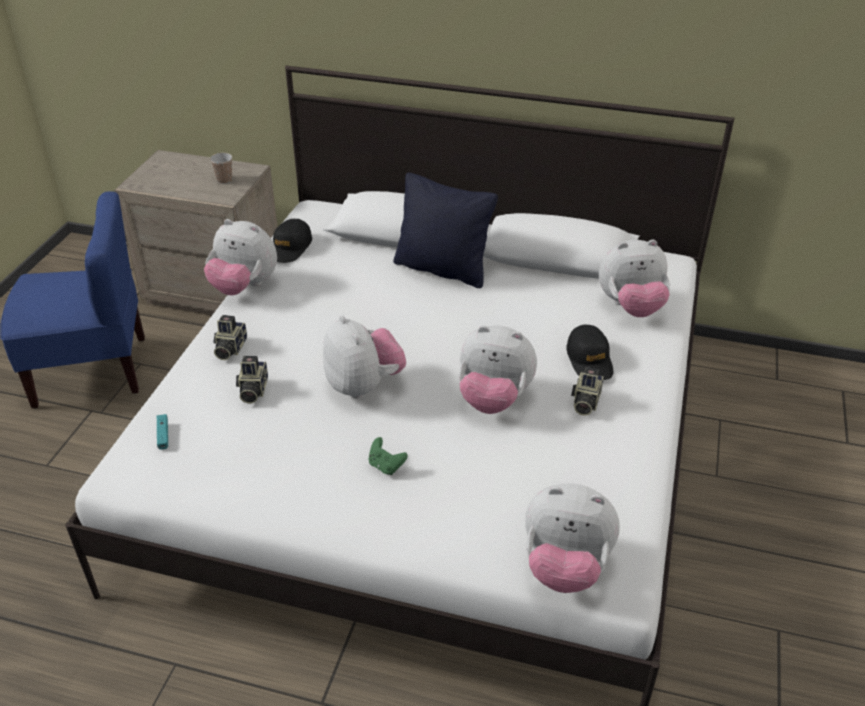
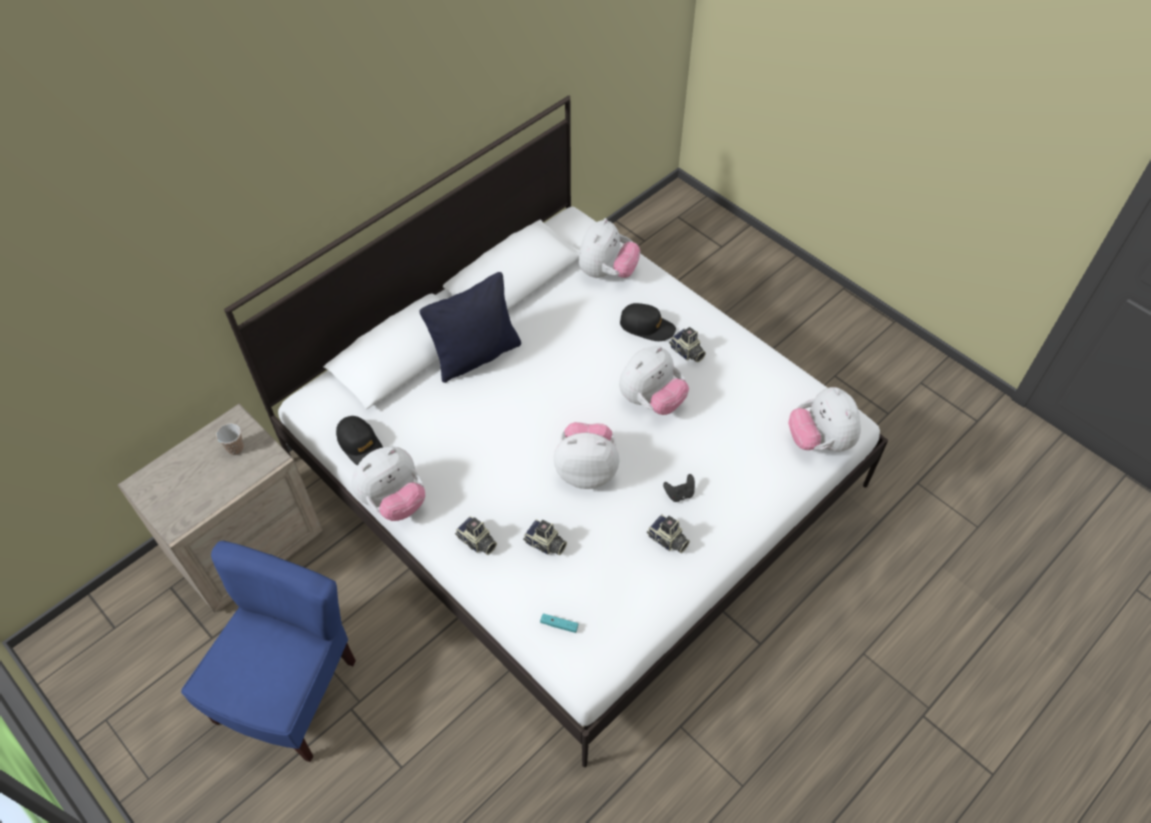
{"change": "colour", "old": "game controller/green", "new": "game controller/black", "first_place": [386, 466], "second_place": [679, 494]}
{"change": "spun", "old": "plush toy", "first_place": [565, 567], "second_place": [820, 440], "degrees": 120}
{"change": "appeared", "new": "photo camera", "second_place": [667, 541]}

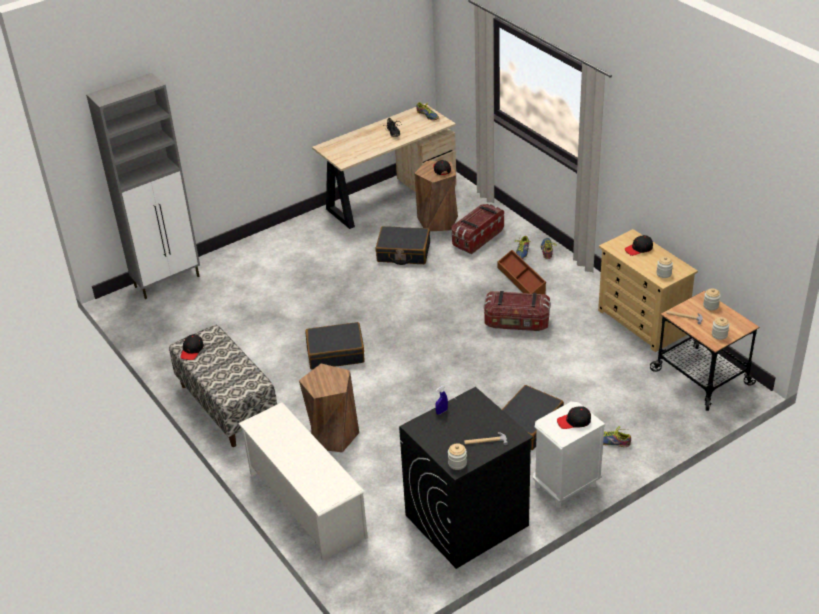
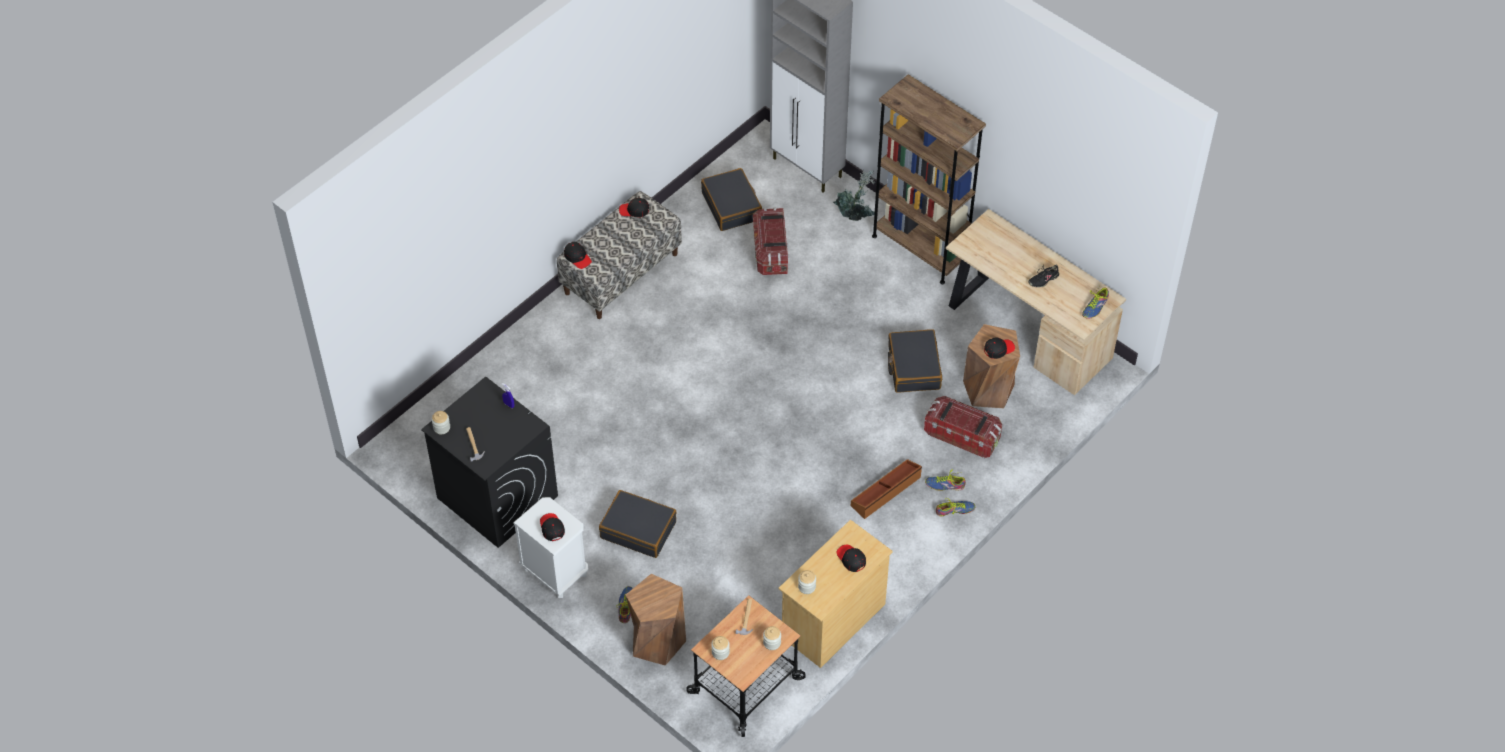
{"change": "missing", "old": "shoe rack/white", "first_place": [306, 504]}
{"change": "relocated", "old": "stool/brown", "first_place": [332, 435], "second_place": [657, 641]}
{"change": "relocated", "old": "suitcase/black", "first_place": [335, 353], "second_place": [732, 206]}
{"change": "relocated", "old": "storage box", "first_place": [517, 323], "second_place": [770, 251]}
{"change": "appeared", "new": "cap/black", "second_place": [577, 257]}
{"change": "appeared", "new": "potted plant", "second_place": [855, 215]}
{"change": "appeared", "new": "bookcase/brown", "second_place": [919, 248]}

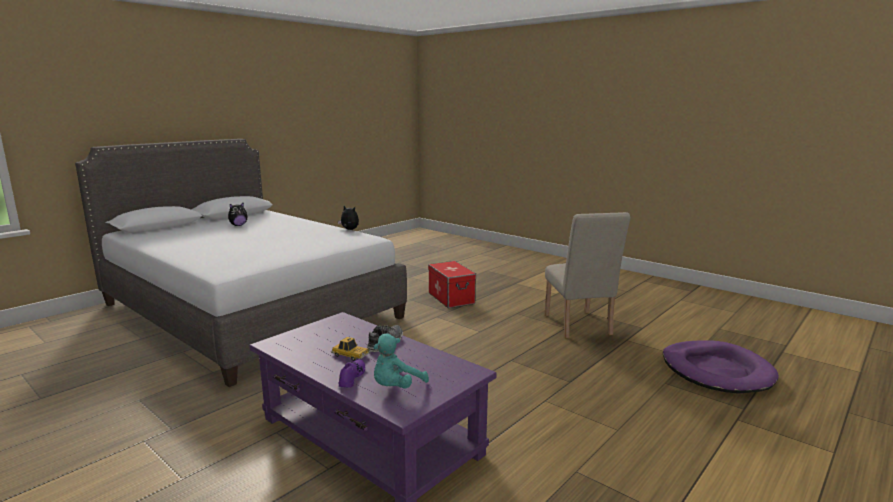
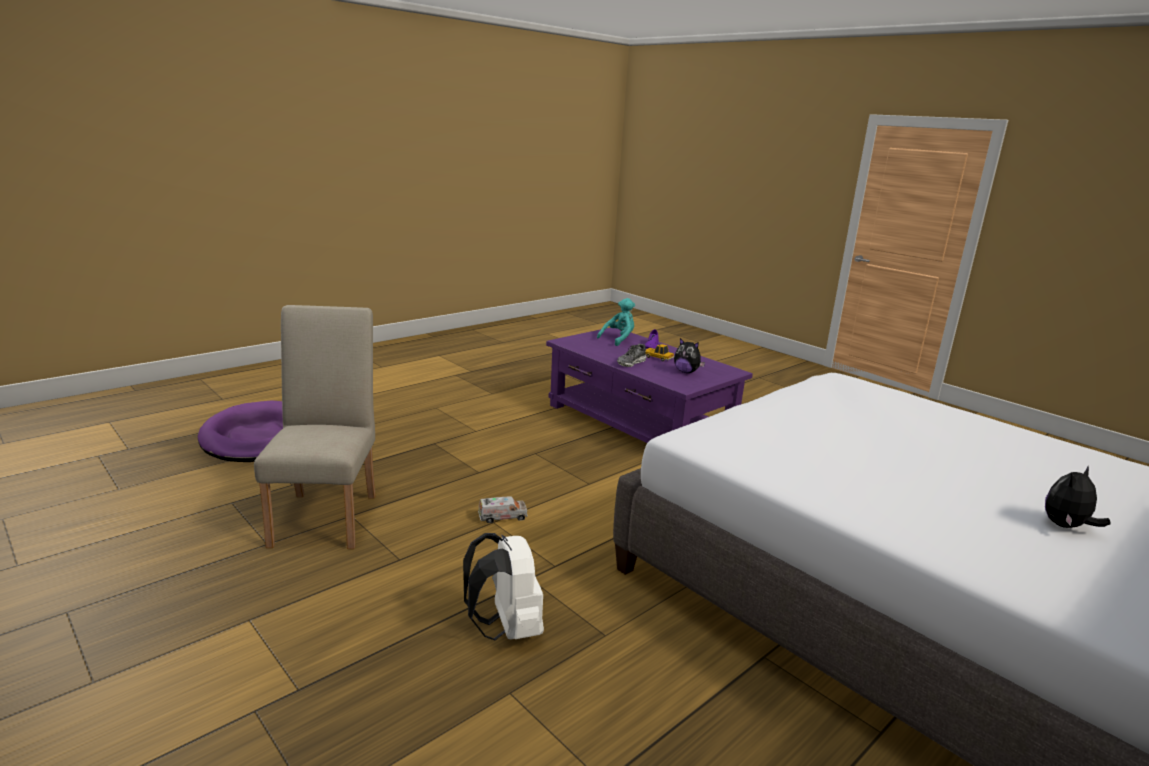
{"change": "relocated", "old": "plush toy", "first_place": [349, 230], "second_place": [686, 372]}
{"change": "exchanged", "old": "storage box", "new": "backpack/white", "first_place": [451, 298], "second_place": [506, 629]}
{"change": "appeared", "new": "toy truck", "second_place": [502, 517]}

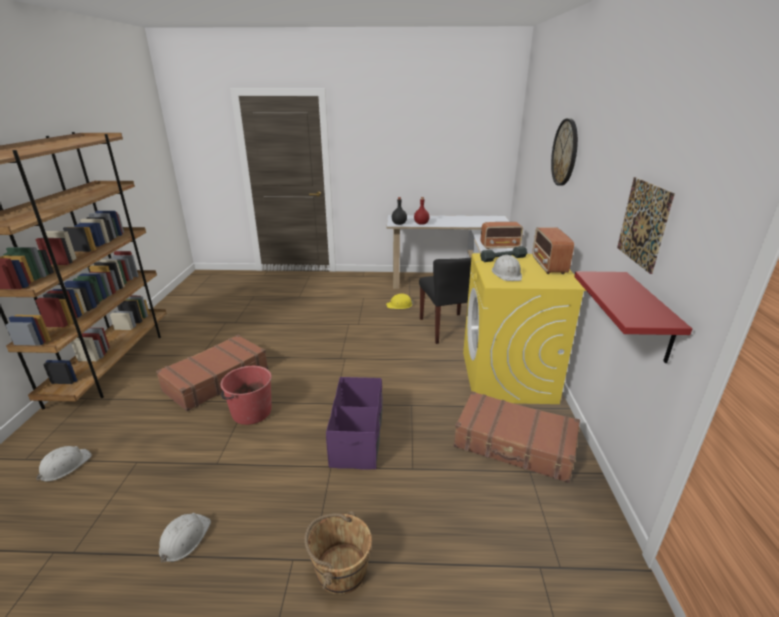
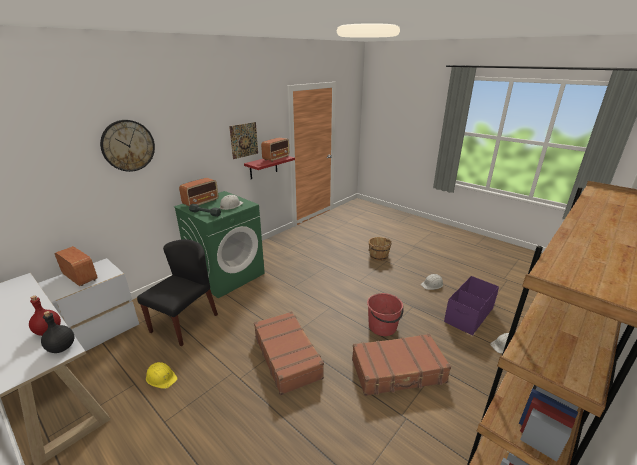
{"change": "relocated", "old": "storage box/purple", "first_place": [358, 437], "second_place": [468, 315]}
{"change": "relocated", "old": "suitcase/brown", "first_place": [514, 445], "second_place": [287, 356]}
{"change": "colour", "old": "washing machine/yellow", "new": "washing machine/green", "first_place": [508, 377], "second_place": [227, 275]}
{"change": "appeared", "new": "radio", "second_place": [276, 158]}

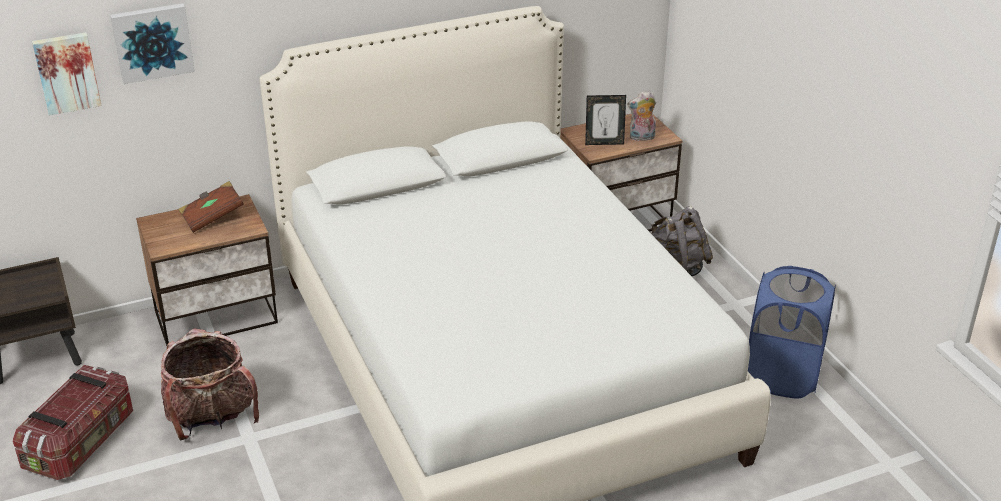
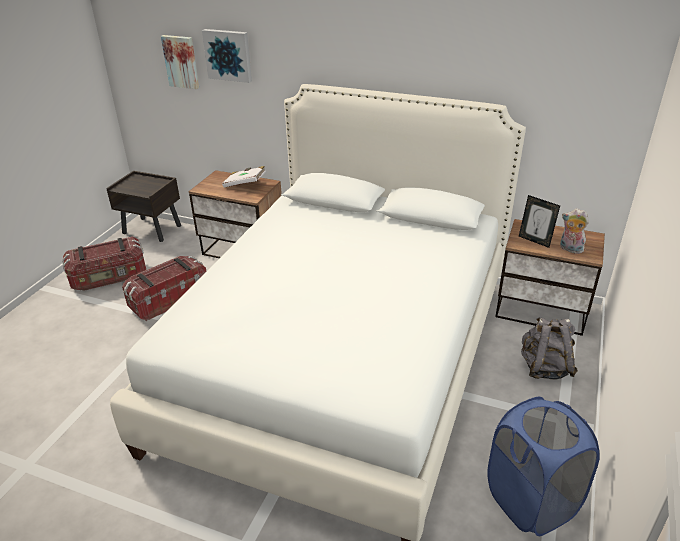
{"change": "exchanged", "old": "backpack", "new": "storage box", "first_place": [212, 419], "second_place": [168, 299]}
{"change": "colour", "old": "book/brown", "new": "book/white", "first_place": [212, 217], "second_place": [245, 184]}

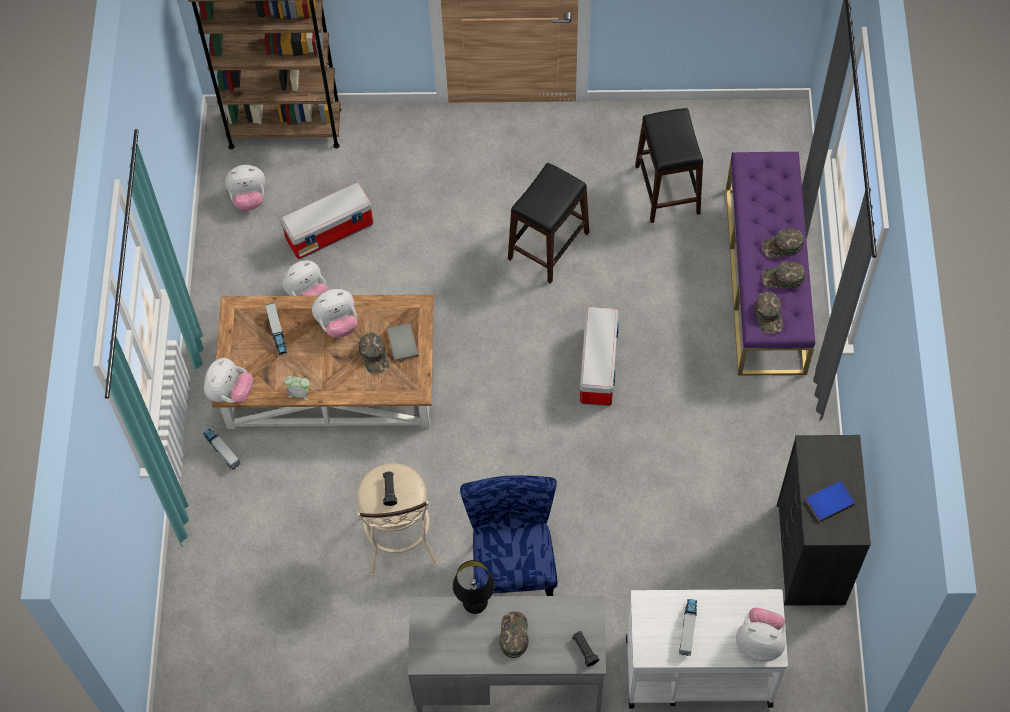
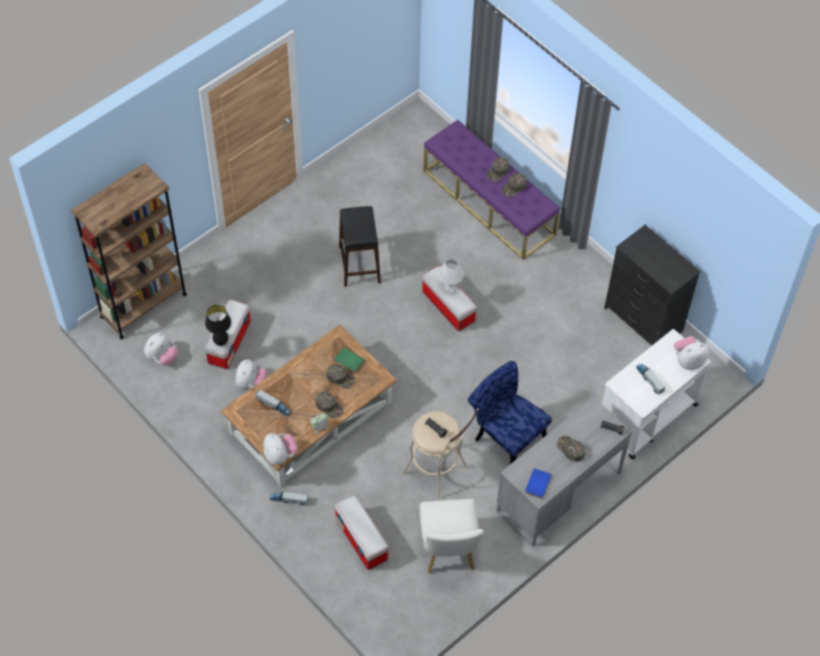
{"change": "missing", "old": "plush toy", "first_place": [337, 323]}
{"change": "colour", "old": "book/grey", "new": "book/green", "first_place": [401, 343], "second_place": [348, 361]}
{"change": "relocated", "old": "table lamp/black", "first_place": [475, 606], "second_place": [221, 342]}
{"change": "missing", "old": "stool/black", "first_place": [667, 189]}
{"change": "relocated", "old": "cap/green", "first_place": [769, 315], "second_place": [329, 406]}
{"change": "relocated", "old": "book/blue", "first_place": [828, 501], "second_place": [537, 484]}
{"change": "appeared", "new": "storage box", "second_place": [362, 540]}
{"change": "appeared", "new": "chair/white", "second_place": [448, 552]}
{"change": "appeared", "new": "table lamp/white", "second_place": [449, 288]}

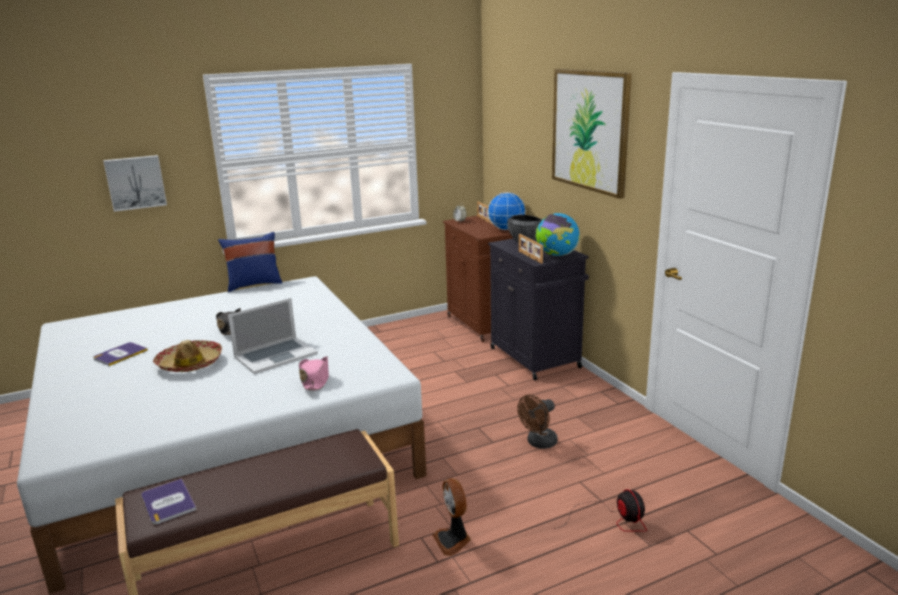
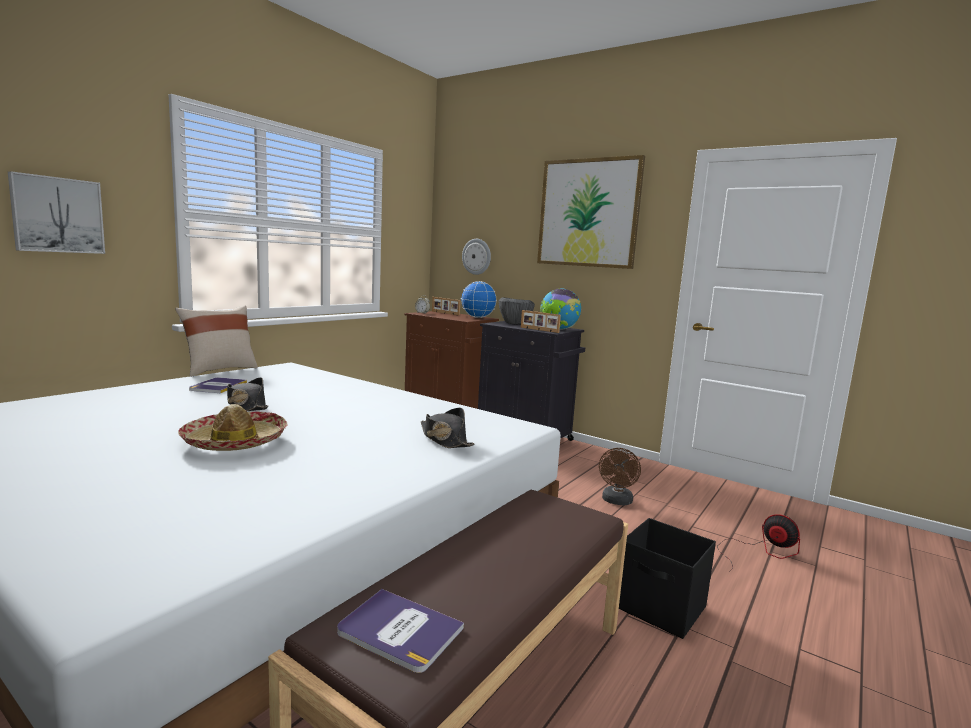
{"change": "relocated", "old": "book", "first_place": [120, 354], "second_place": [218, 386]}
{"change": "colour", "old": "pillow/blue", "new": "pillow/beige", "first_place": [254, 284], "second_place": [219, 370]}
{"change": "missing", "old": "laptop", "first_place": [275, 355]}
{"change": "colour", "old": "hat/pink", "new": "hat/black", "first_place": [315, 379], "second_place": [444, 439]}
{"change": "exchanged", "old": "fan", "new": "storage box/black", "first_place": [453, 540], "second_place": [661, 608]}
{"change": "appeared", "new": "wall clock", "second_place": [477, 256]}

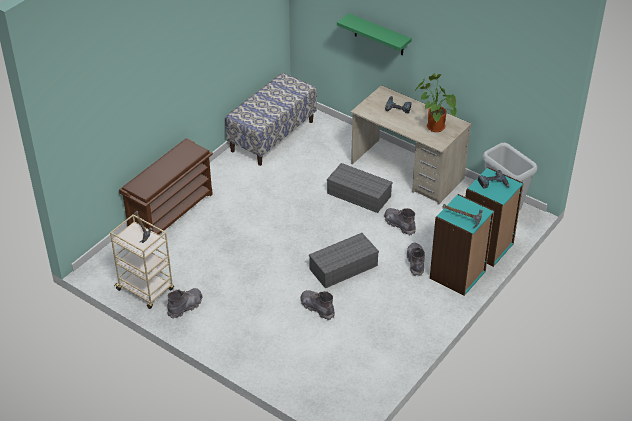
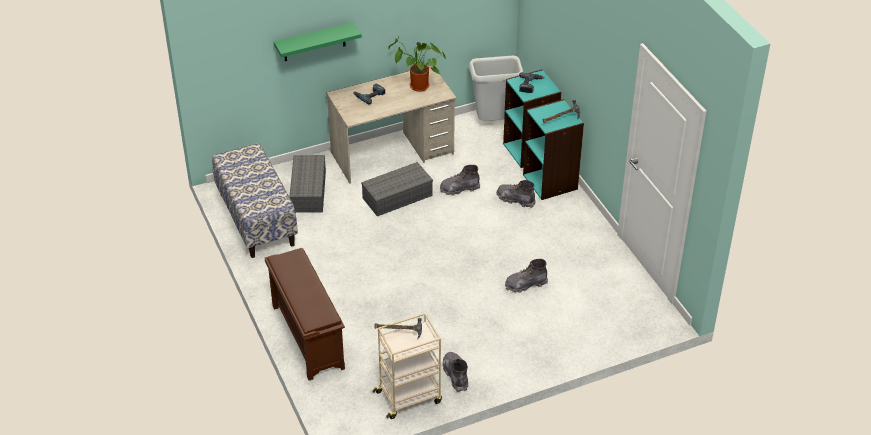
{"change": "relocated", "old": "storage box/grey", "first_place": [343, 268], "second_place": [309, 192]}

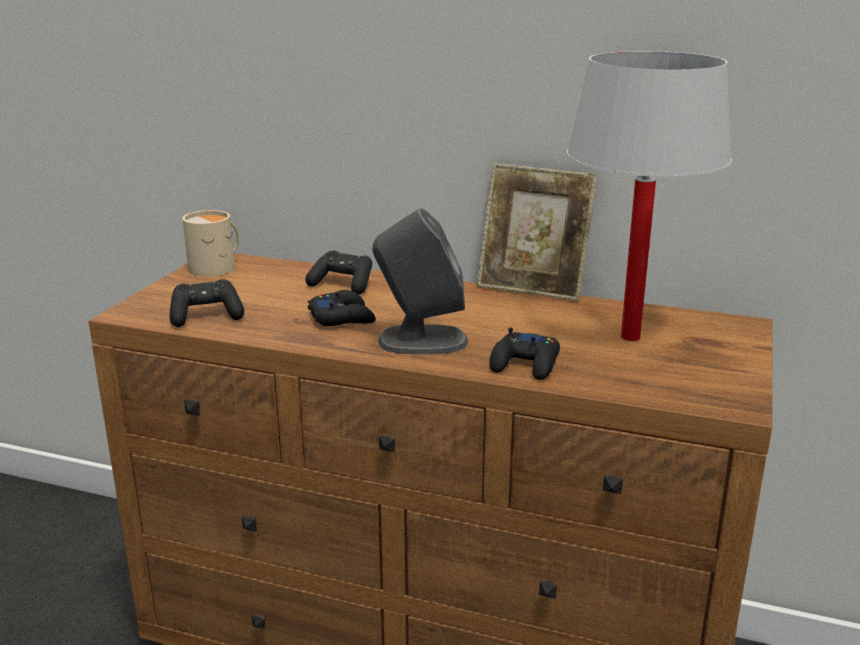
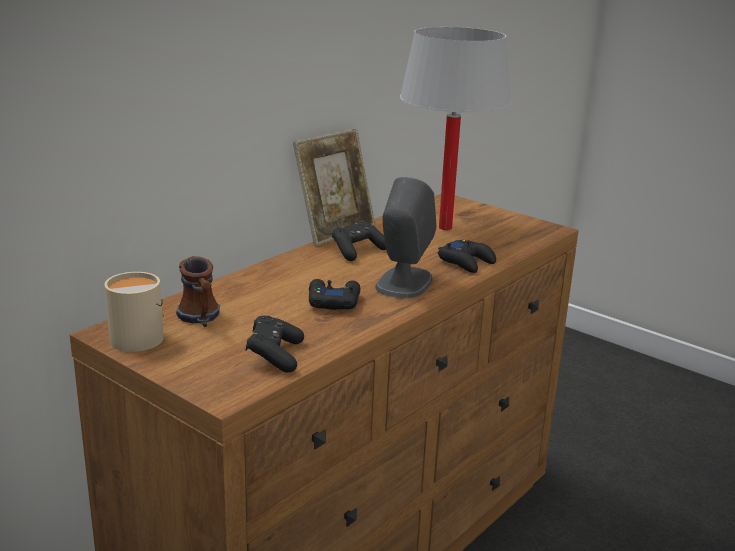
{"change": "relocated", "old": "game controller/black", "first_place": [343, 285], "second_place": [357, 251]}
{"change": "appeared", "new": "mug", "second_place": [201, 319]}

